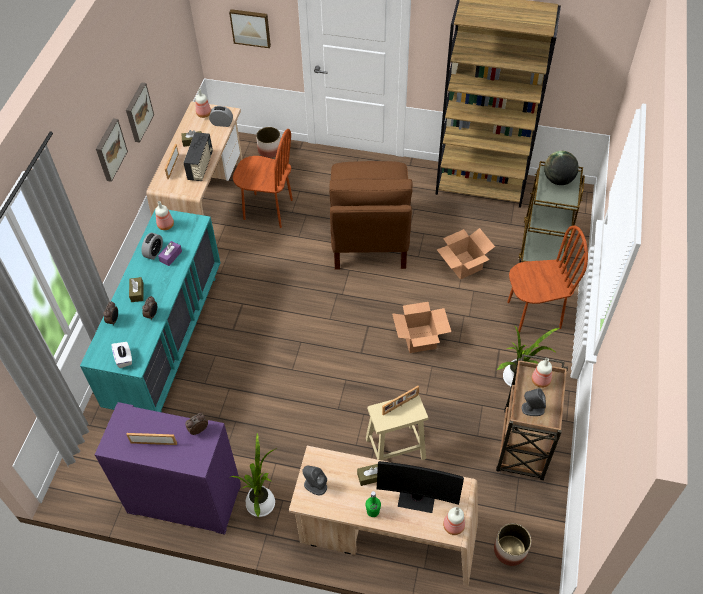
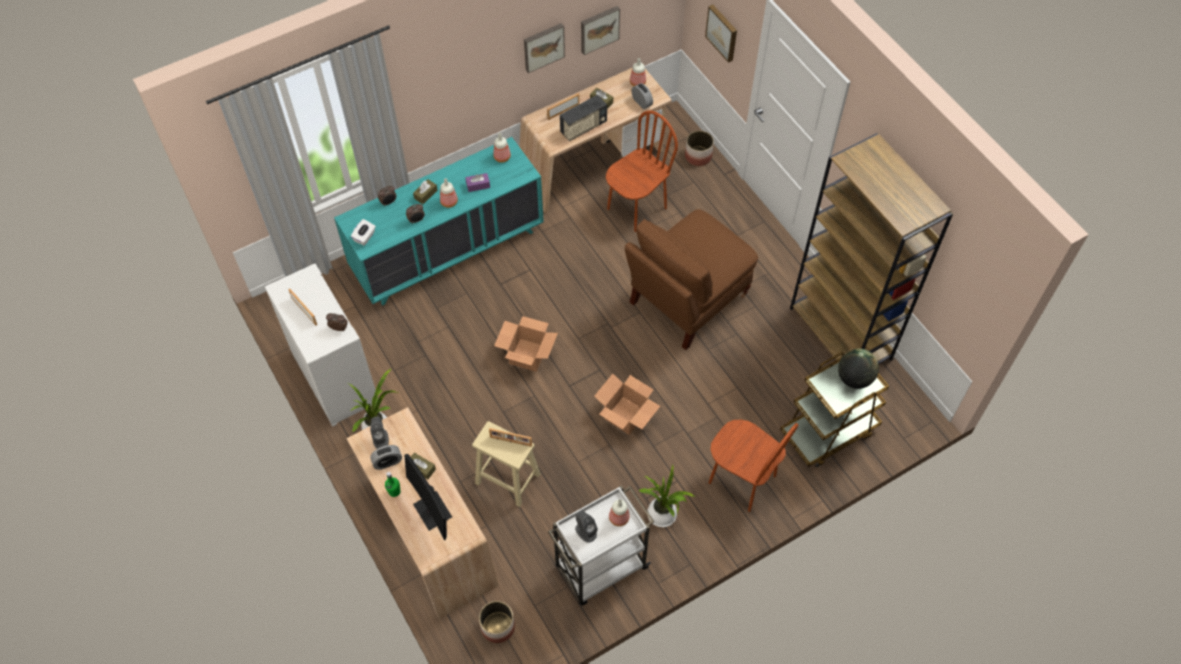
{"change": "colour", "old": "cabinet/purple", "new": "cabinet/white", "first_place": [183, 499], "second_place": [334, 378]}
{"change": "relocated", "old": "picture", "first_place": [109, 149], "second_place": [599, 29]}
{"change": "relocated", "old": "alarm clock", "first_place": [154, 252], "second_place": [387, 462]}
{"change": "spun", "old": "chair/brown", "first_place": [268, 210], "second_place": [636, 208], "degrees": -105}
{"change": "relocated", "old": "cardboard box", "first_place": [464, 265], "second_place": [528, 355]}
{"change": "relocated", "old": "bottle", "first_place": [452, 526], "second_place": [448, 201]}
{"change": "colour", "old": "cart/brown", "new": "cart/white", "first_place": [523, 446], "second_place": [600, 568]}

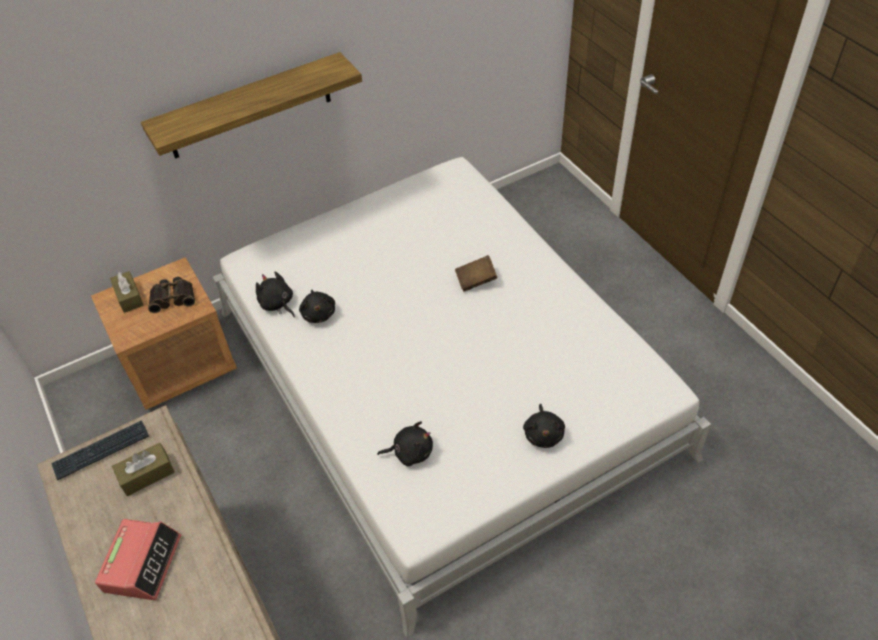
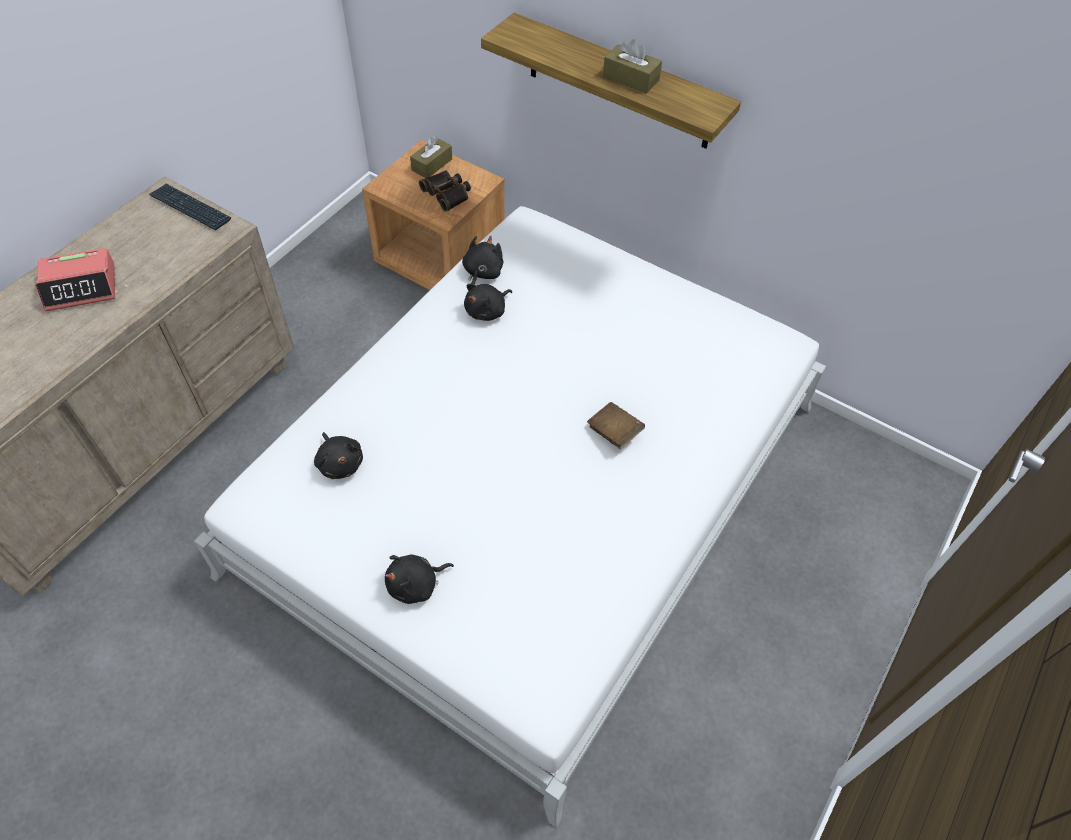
{"change": "relocated", "old": "tissue box/brown", "first_place": [146, 474], "second_place": [630, 78]}

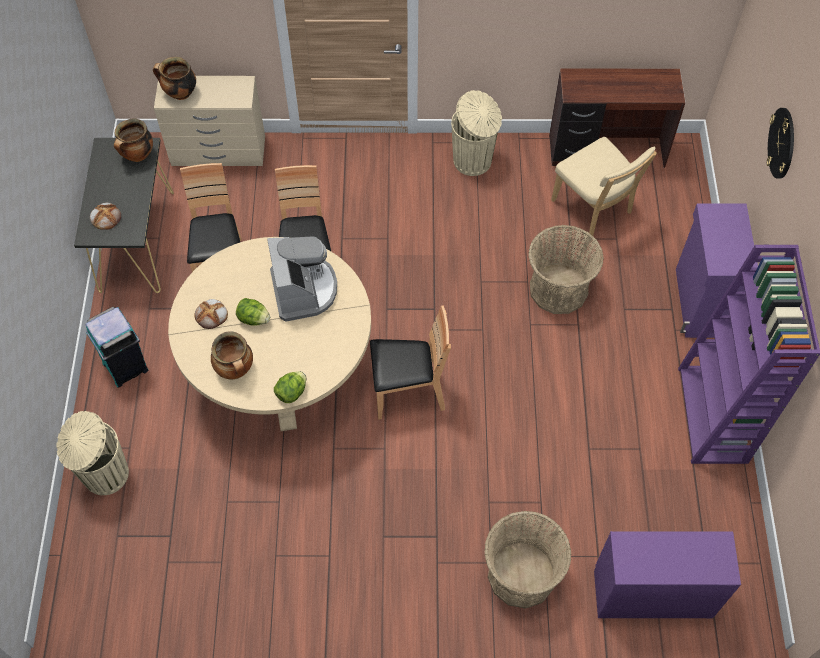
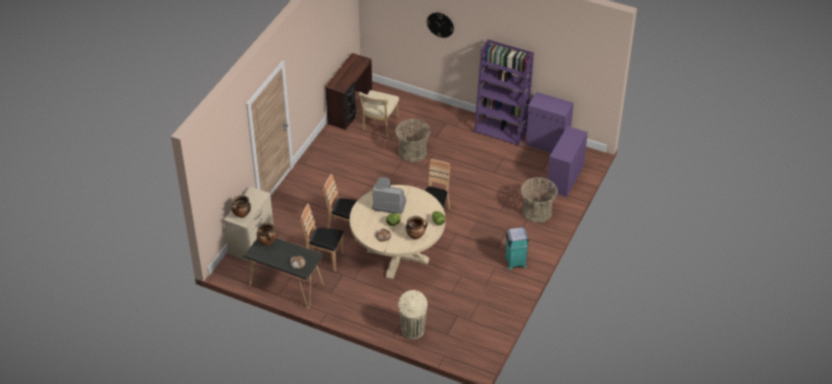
{"change": "relocated", "old": "trash can/turquoise", "first_place": [126, 366], "second_place": [515, 262]}
{"change": "missing", "old": "trash can/beige", "first_place": [473, 161]}
{"change": "spun", "old": "chair/beige", "first_place": [594, 209], "second_place": [379, 125], "degrees": 120}
{"change": "relocated", "old": "cabinet/purple", "first_place": [700, 303], "second_place": [547, 144]}

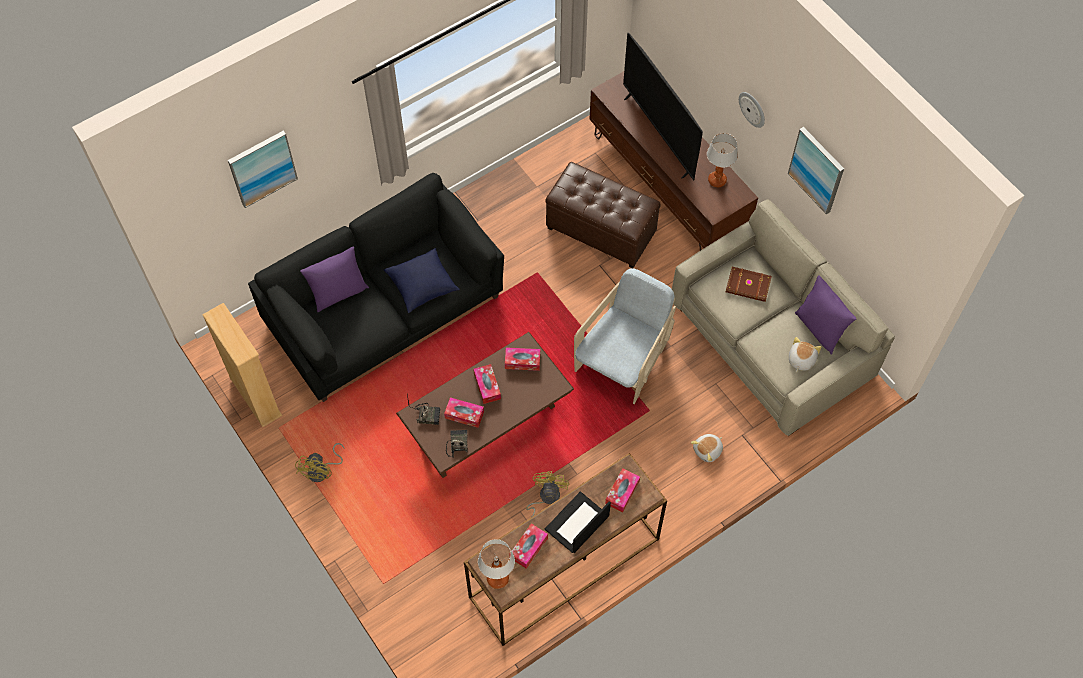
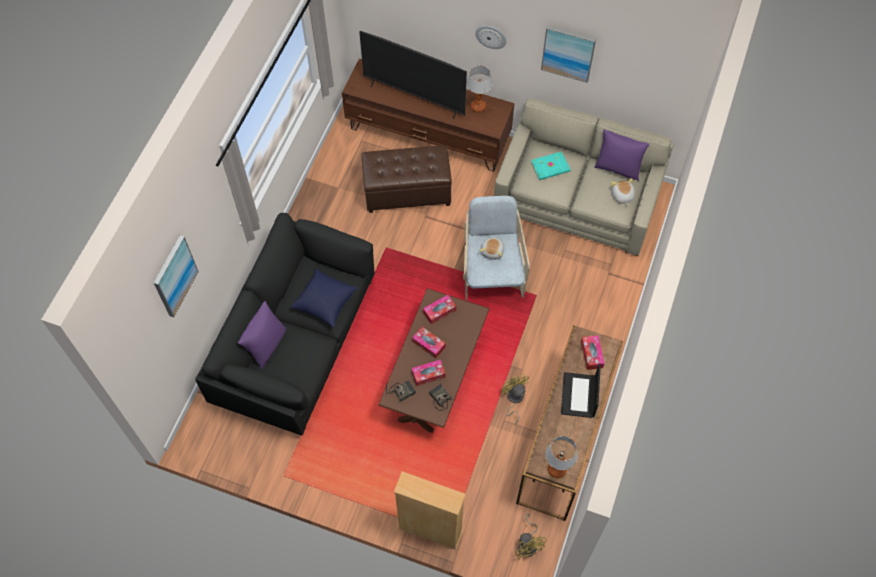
{"change": "relocated", "old": "bookcase/beige", "first_place": [255, 397], "second_place": [430, 529]}
{"change": "relocated", "old": "fan/yellow", "first_place": [322, 471], "second_place": [528, 544]}
{"change": "missing", "old": "tissue box", "first_place": [528, 548]}
{"change": "relocated", "old": "plush toy", "first_place": [708, 450], "second_place": [493, 251]}
{"change": "colour", "old": "book/brown", "new": "book/turquoise", "first_place": [748, 286], "second_place": [550, 167]}

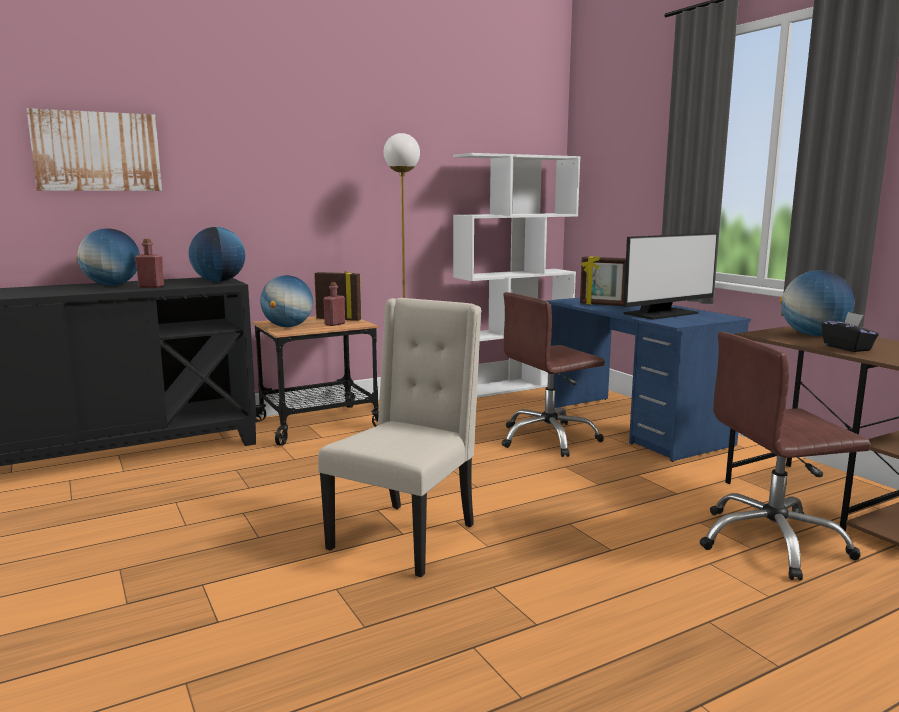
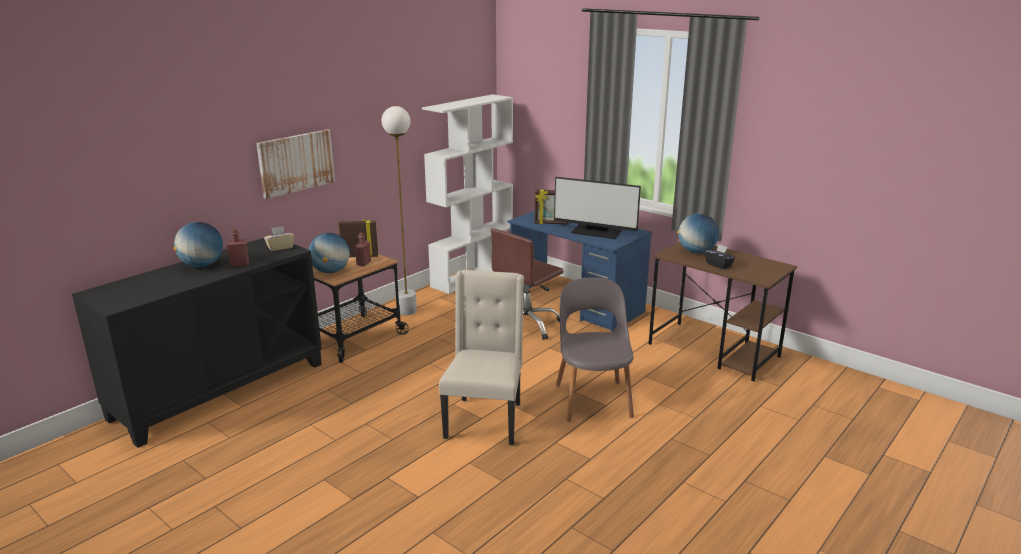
{"change": "relocated", "old": "picture", "first_place": [97, 151], "second_place": [296, 162]}
{"change": "exchanged", "old": "globe", "new": "tissue box/beige", "first_place": [219, 281], "second_place": [280, 247]}
{"change": "spun", "old": "monitor", "first_place": [662, 314], "second_place": [596, 232], "degrees": 75}
{"change": "missing", "old": "office chair/brown", "first_place": [772, 542]}
{"change": "appeared", "new": "chair/grey", "second_place": [593, 398]}

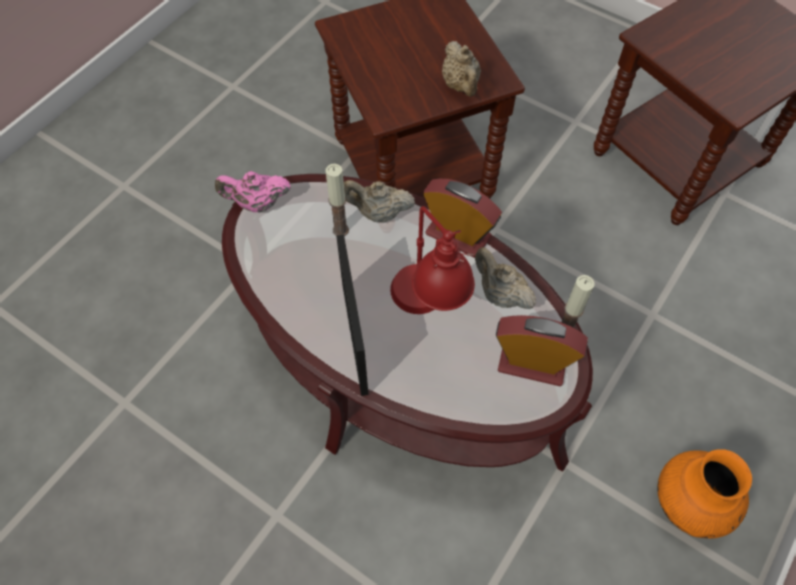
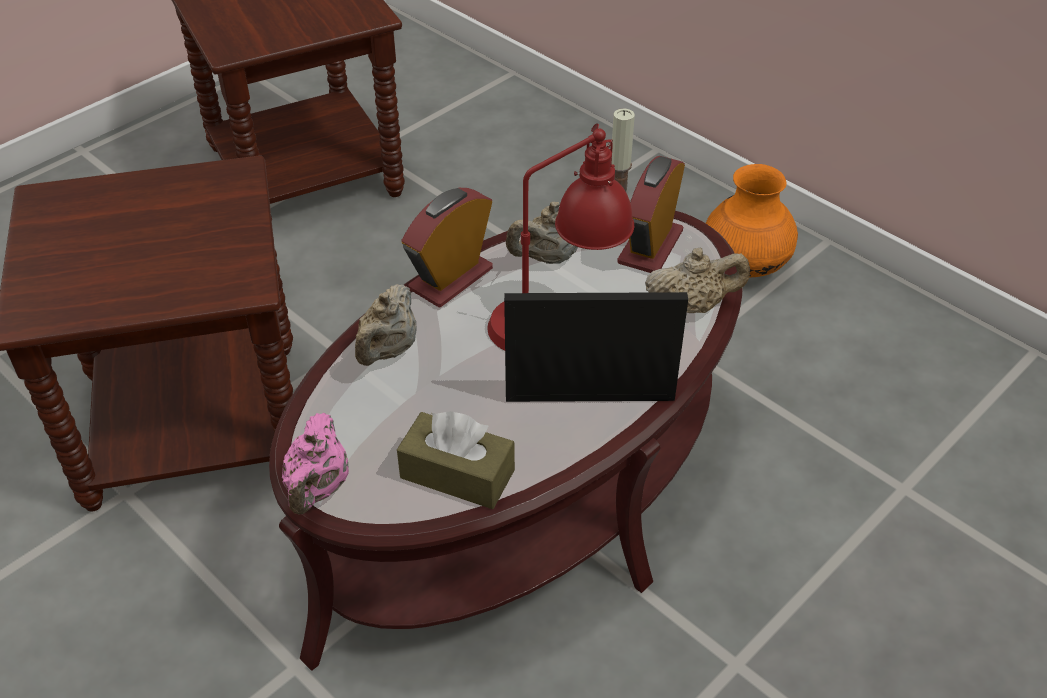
{"change": "missing", "old": "candle", "first_place": [340, 230]}
{"change": "relocated", "old": "teapot/beige", "first_place": [461, 86], "second_place": [693, 305]}
{"change": "appeared", "new": "tissue box/brown", "second_place": [457, 474]}

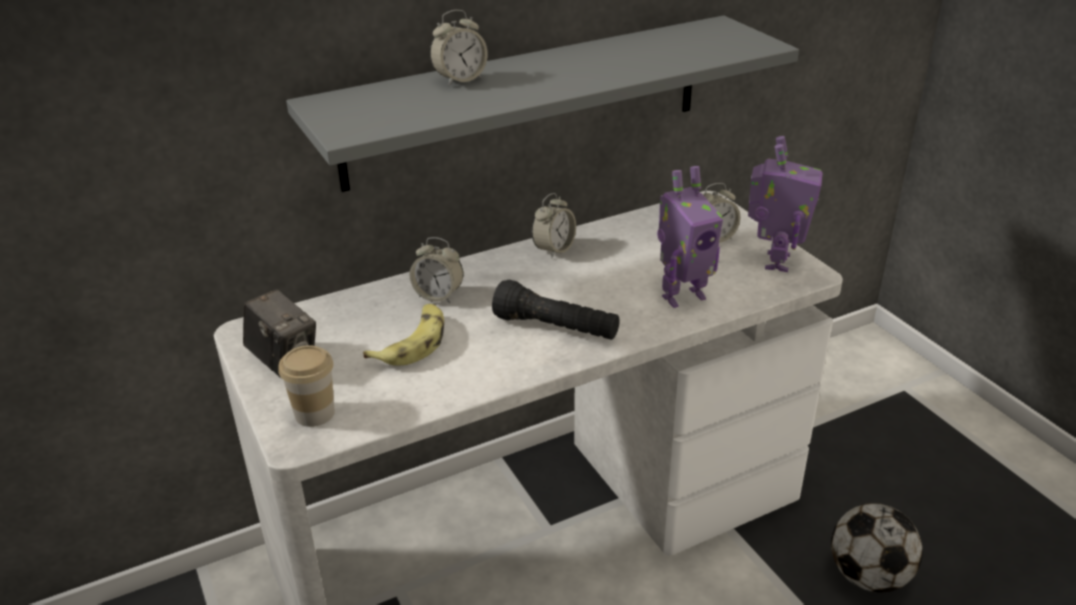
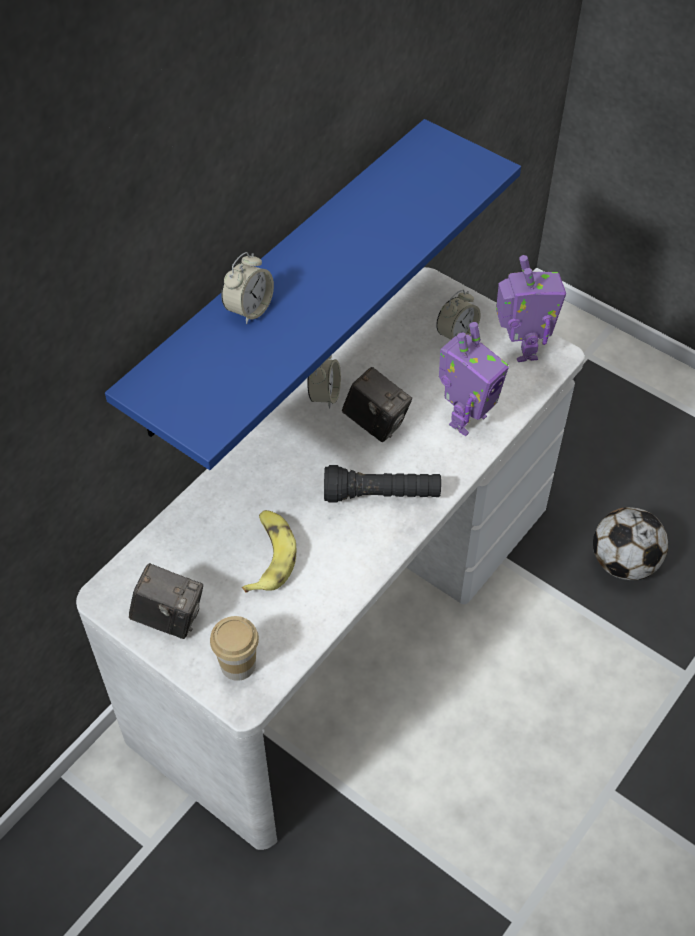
{"change": "colour", "old": "shelf/grey", "new": "shelf/blue", "first_place": [526, 101], "second_place": [281, 279]}
{"change": "missing", "old": "alarm clock", "first_place": [438, 296]}
{"change": "appeared", "new": "photo camera", "second_place": [376, 422]}

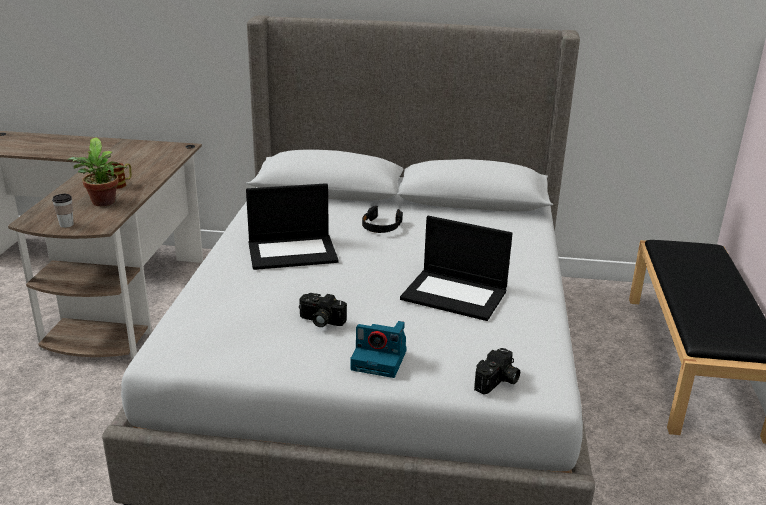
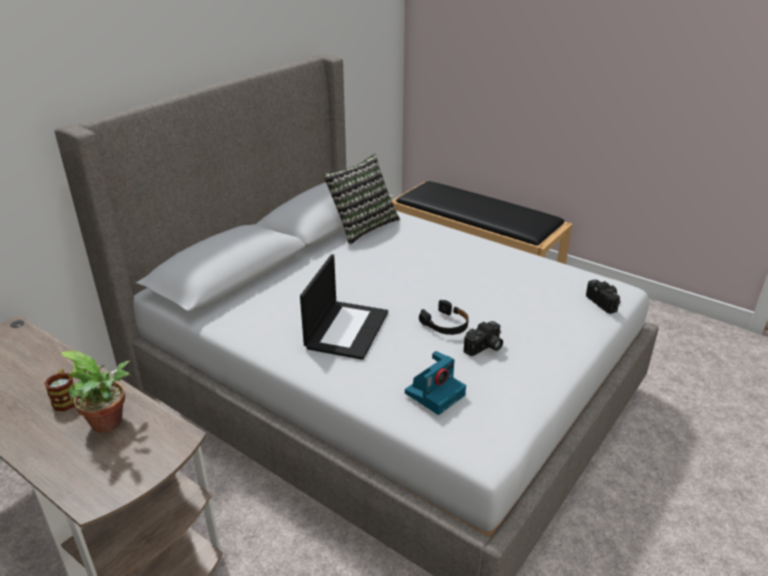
{"change": "missing", "old": "cup", "first_place": [66, 224]}
{"change": "relocated", "old": "photo camera", "first_place": [380, 360], "second_place": [435, 393]}
{"change": "relocated", "old": "headphones/black", "first_place": [381, 226], "second_place": [446, 324]}
{"change": "missing", "old": "laptop", "first_place": [455, 295]}
{"change": "appeared", "new": "pillow", "second_place": [362, 227]}

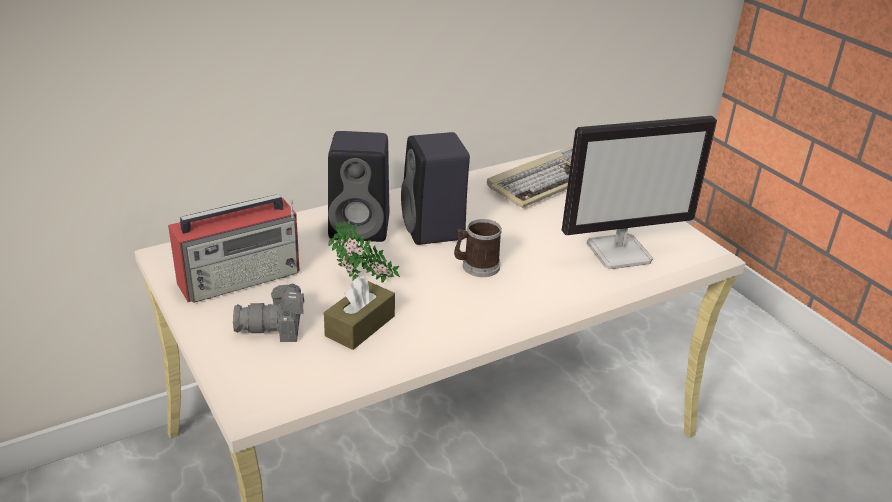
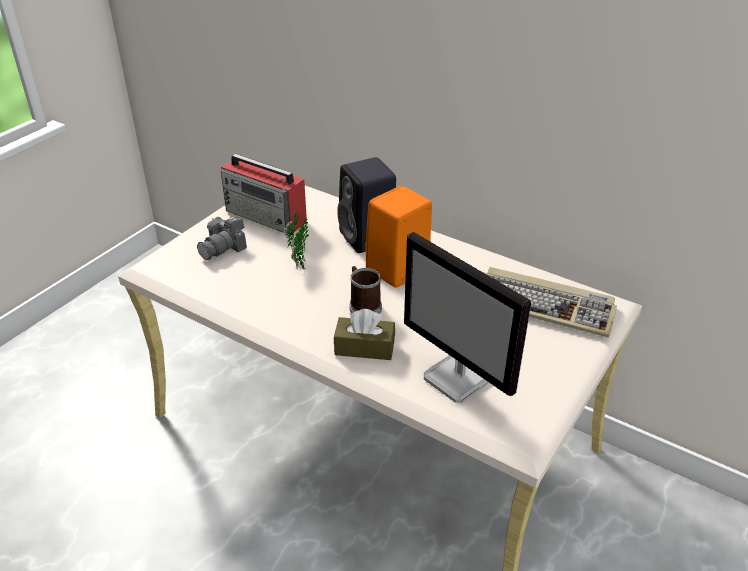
{"change": "spun", "old": "photo camera", "first_place": [275, 327], "second_place": [223, 248], "degrees": -105}
{"change": "relocated", "old": "tissue box/brown", "first_place": [360, 326], "second_place": [364, 347]}
{"change": "colour", "old": "speaker/black", "new": "speaker/orange", "first_place": [434, 230], "second_place": [396, 270]}

